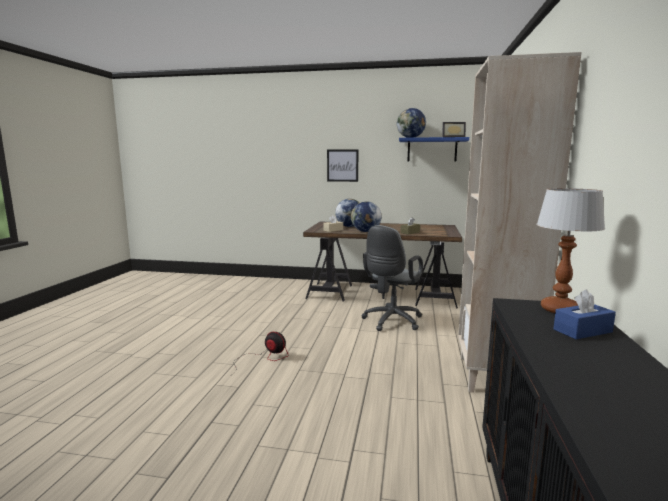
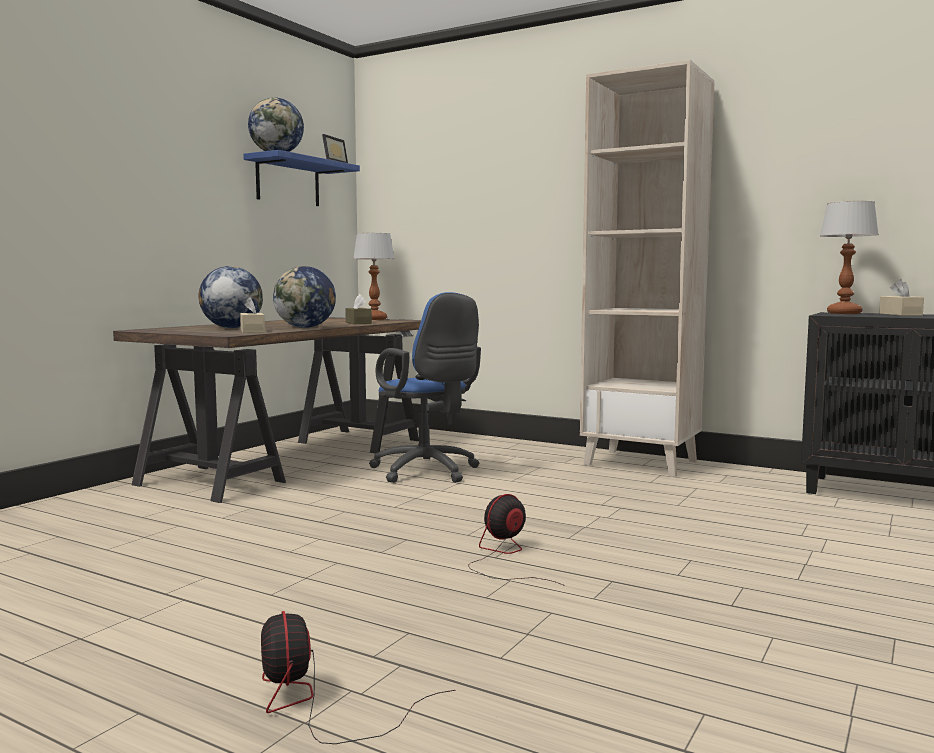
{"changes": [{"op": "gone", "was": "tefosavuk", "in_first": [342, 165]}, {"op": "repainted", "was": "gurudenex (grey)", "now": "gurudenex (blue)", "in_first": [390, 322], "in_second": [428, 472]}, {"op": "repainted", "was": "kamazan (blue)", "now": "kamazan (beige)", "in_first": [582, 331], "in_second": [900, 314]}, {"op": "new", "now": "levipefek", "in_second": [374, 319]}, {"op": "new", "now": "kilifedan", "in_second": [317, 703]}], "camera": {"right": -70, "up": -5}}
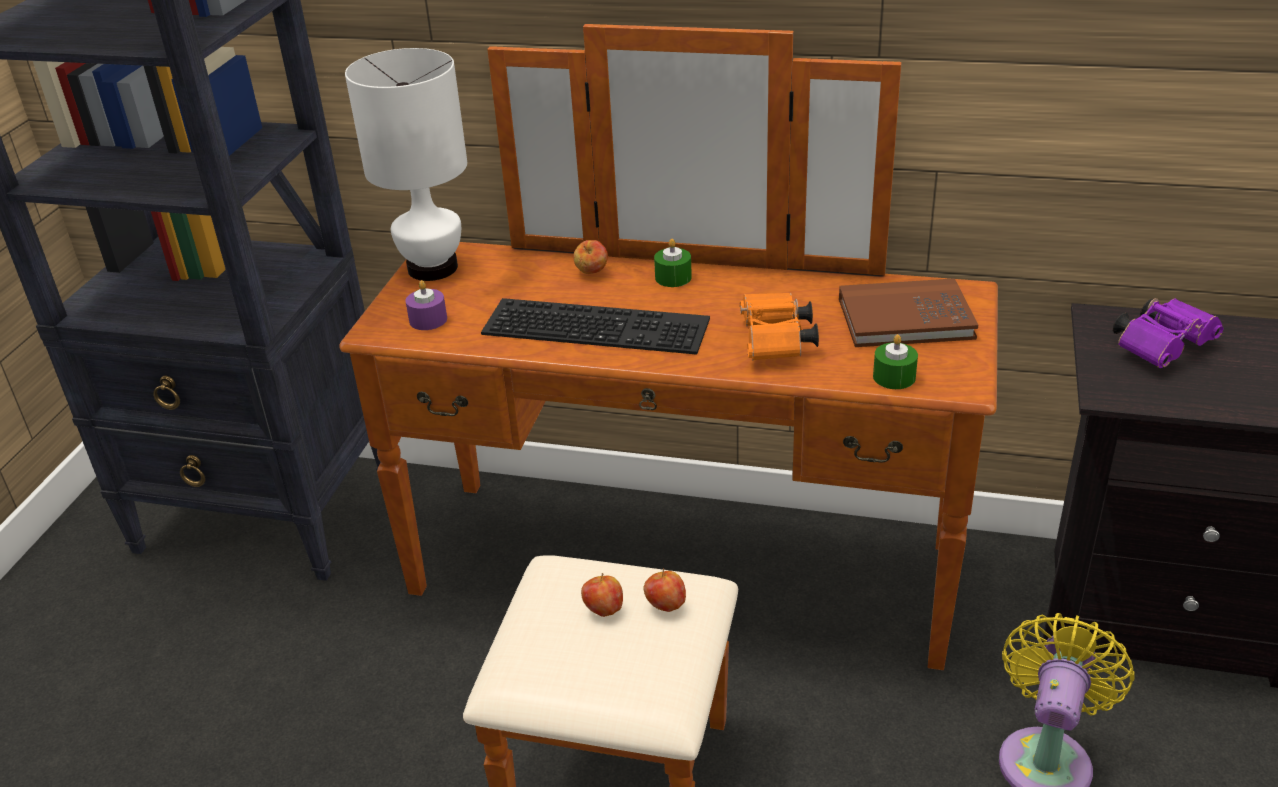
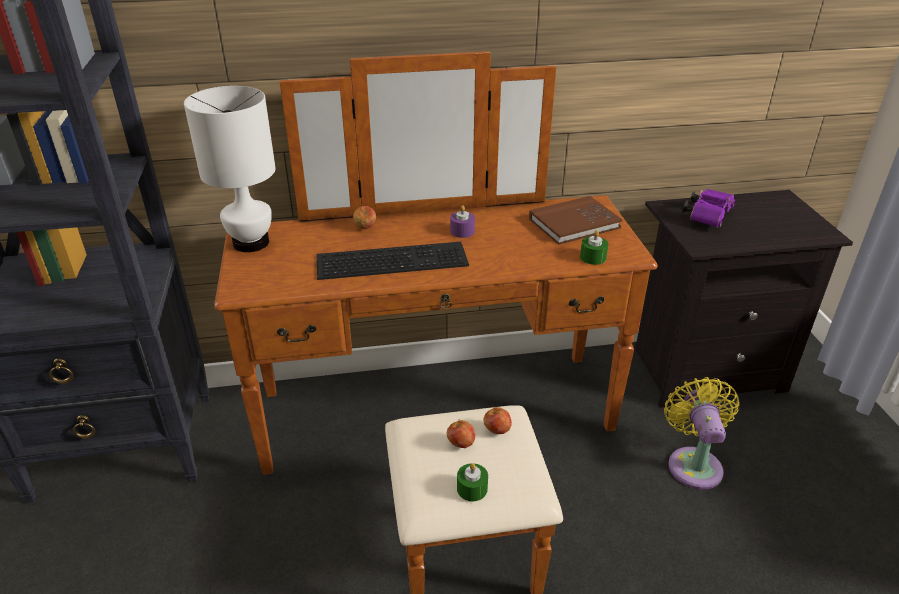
{"changes": [{"op": "shifted", "was": "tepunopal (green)", "in_first": [673, 277], "in_second": [472, 489]}, {"op": "shifted", "was": "tepunopal (purple)", "in_first": [428, 320], "in_second": [462, 231]}, {"op": "gone", "was": "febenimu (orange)", "in_first": [776, 343]}], "camera": {"right": -25, "up": 0}}
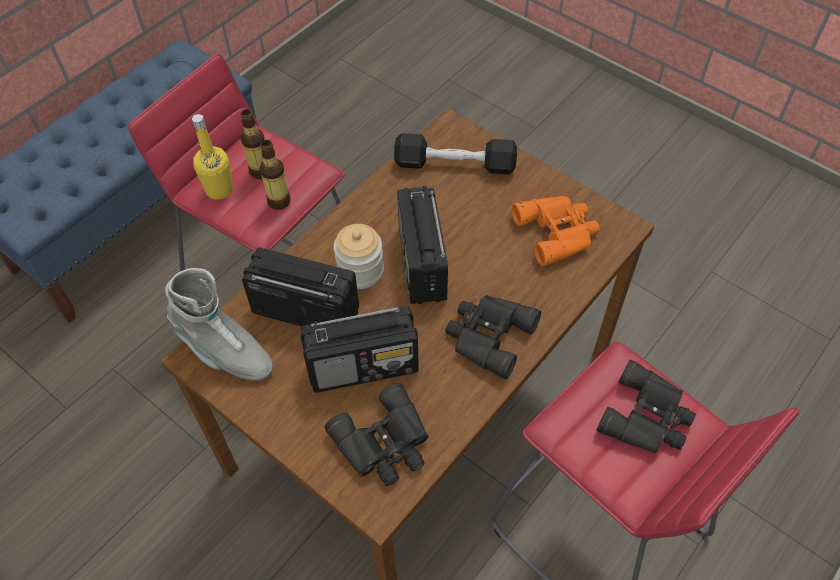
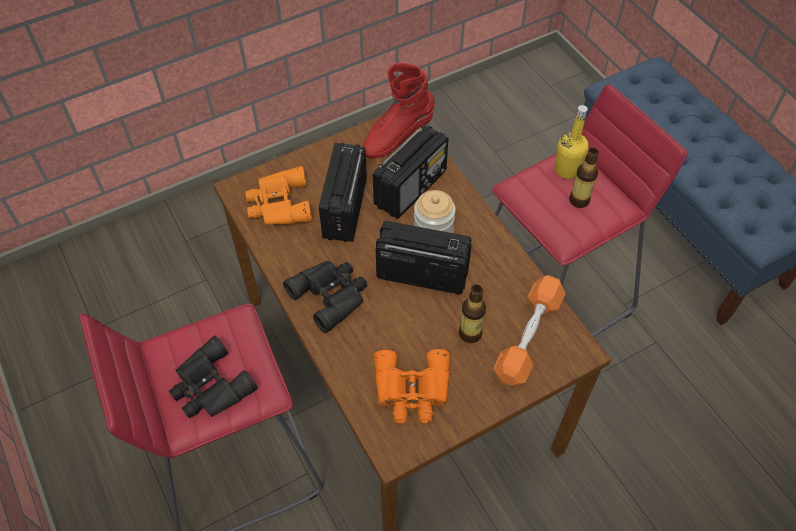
{"changes": [{"op": "repainted", "was": "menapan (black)", "now": "menapan (orange)", "in_first": [455, 164], "in_second": [528, 337]}, {"op": "shifted", "was": "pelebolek", "in_first": [279, 201], "in_second": [470, 333]}, {"op": "repainted", "was": "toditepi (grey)", "now": "toditepi (red)", "in_first": [224, 352], "in_second": [397, 137]}, {"op": "repainted", "was": "febenimu (black)", "now": "febenimu (orange)", "in_first": [385, 444], "in_second": [278, 204]}], "camera": {"right": 110, "up": 0}}
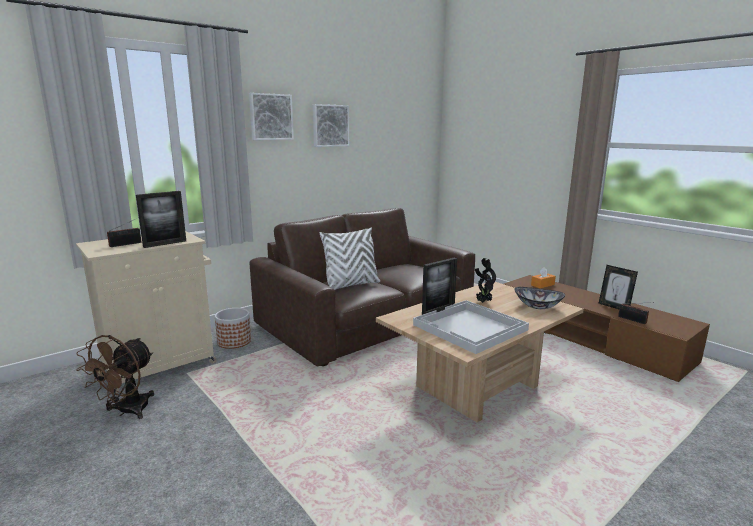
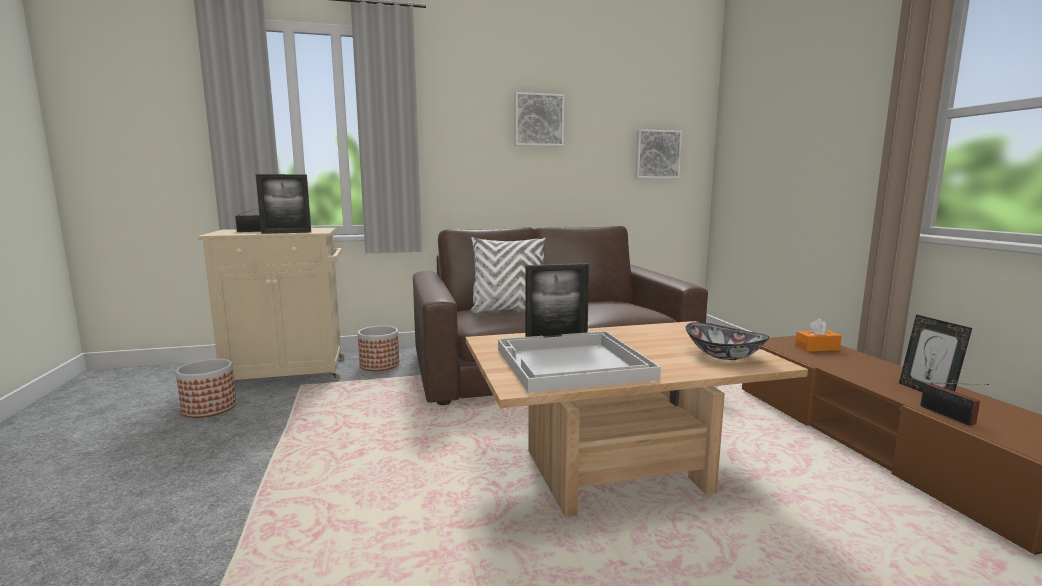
{"changes": [{"op": "shifted", "was": "tefosavuk", "in_first": [270, 117], "in_second": [657, 154]}, {"op": "gone", "was": "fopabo", "in_first": [483, 302]}, {"op": "swapped", "was": "kilifedan (brown)", "now": "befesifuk", "in_first": [127, 411], "in_second": [210, 408]}], "camera": {"right": 25, "up": -5}}
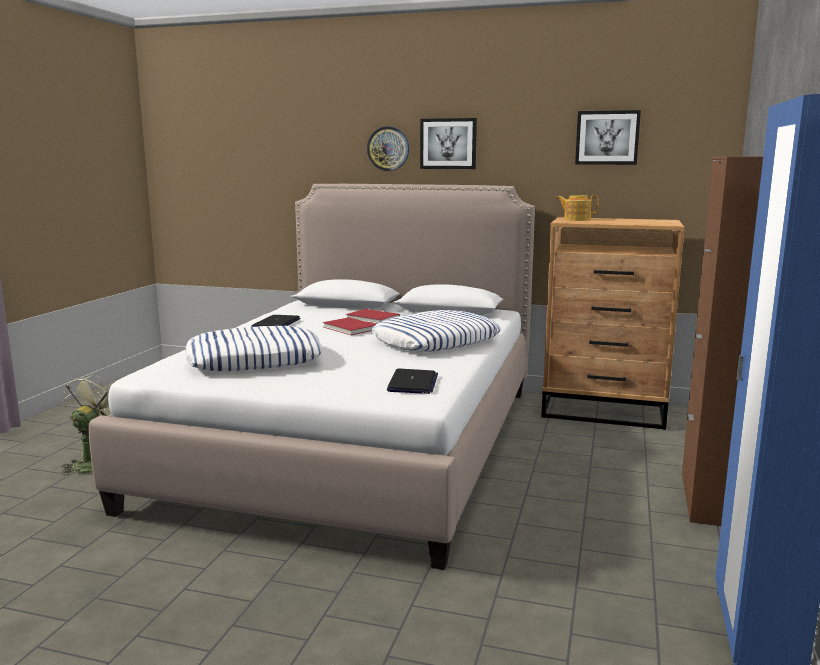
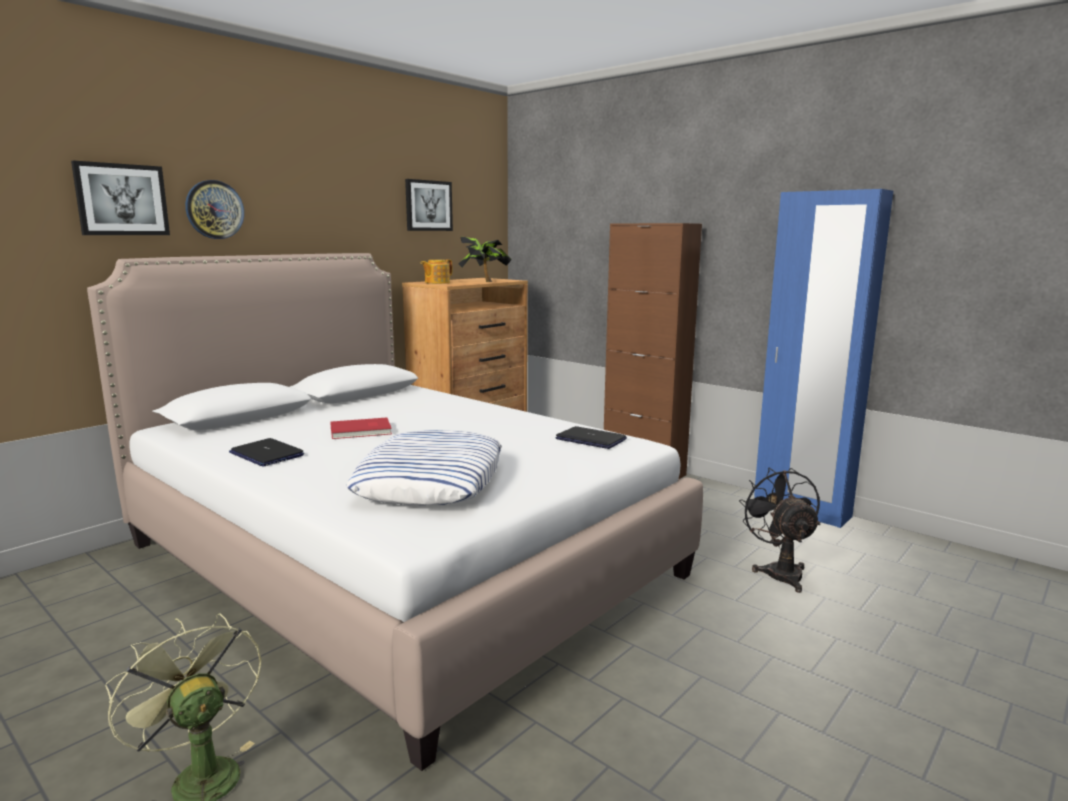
{"changes": [{"op": "shifted", "was": "tefosavuk", "in_first": [448, 143], "in_second": [121, 200]}, {"op": "gone", "was": "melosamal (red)", "in_first": [372, 319]}, {"op": "gone", "was": "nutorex", "in_first": [436, 341]}, {"op": "new", "now": "fopabo", "in_second": [484, 281]}, {"op": "new", "now": "kilifedan (black)", "in_second": [779, 571]}], "camera": {"right": -65, "up": 0}}
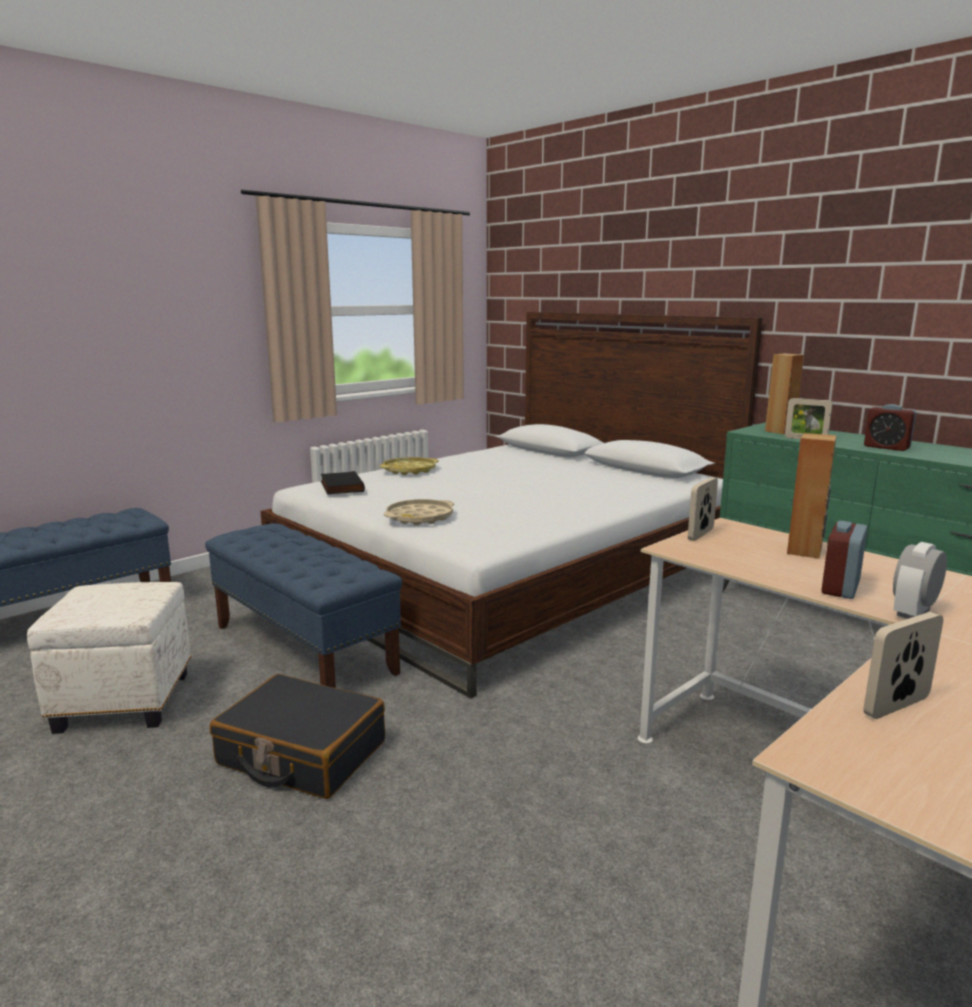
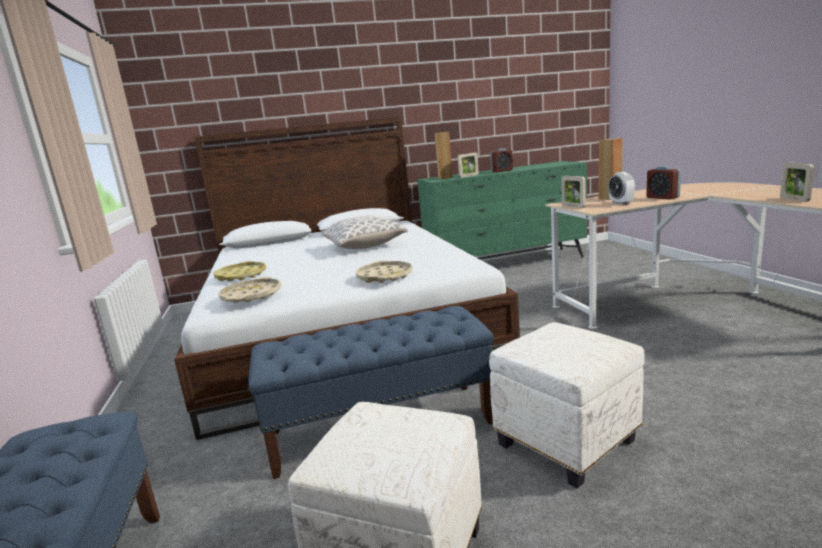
{"changes": [{"op": "swapped", "was": "melosamal (black)", "now": "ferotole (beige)", "in_first": [340, 486], "in_second": [251, 296]}, {"op": "shifted", "was": "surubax", "in_first": [913, 613], "in_second": [621, 203]}, {"op": "swapped", "was": "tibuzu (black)", "now": "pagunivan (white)", "in_first": [301, 753], "in_second": [566, 441]}, {"op": "new", "now": "nutorex", "in_second": [365, 246]}], "camera": {"right": -60, "up": 0}}
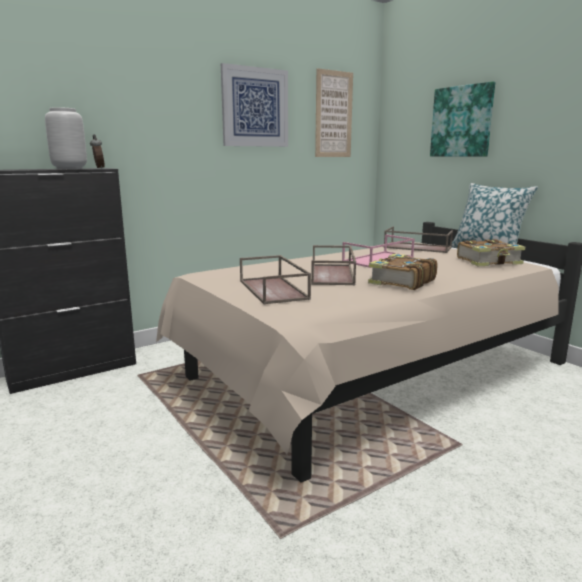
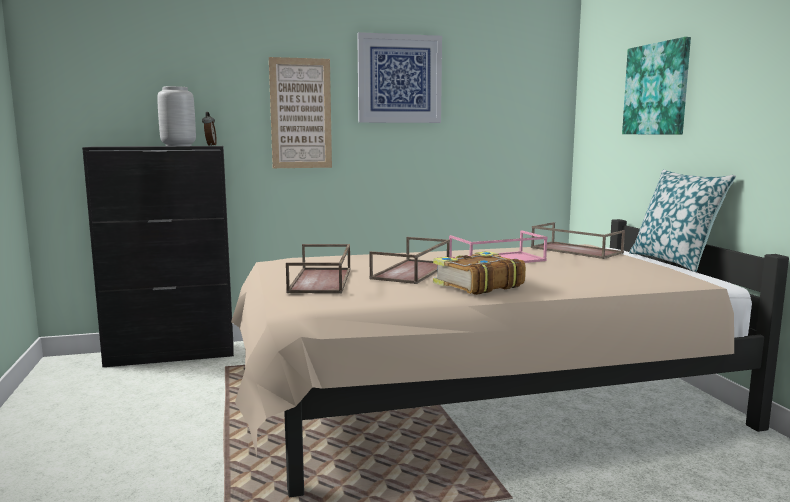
{"changes": [{"op": "shifted", "was": "tefosavuk", "in_first": [333, 114], "in_second": [301, 113]}, {"op": "gone", "was": "melosamal", "in_first": [489, 262]}], "camera": {"right": 20, "up": -5}}
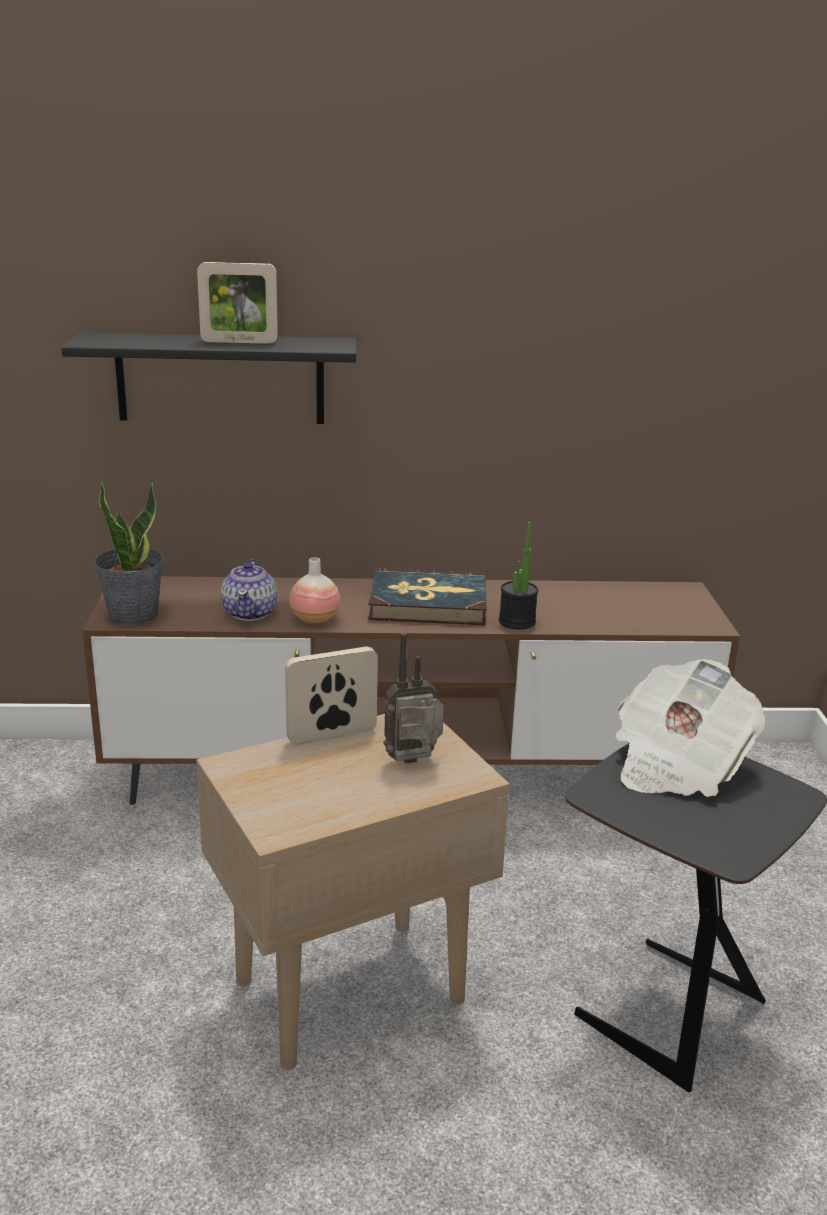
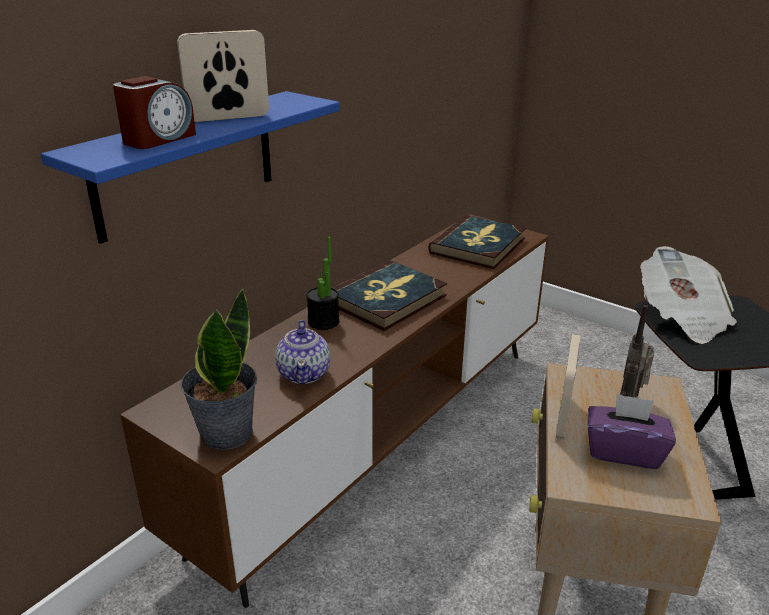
{"changes": [{"op": "rotated", "was": "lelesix", "in_first": [239, 342], "in_second": [229, 117], "clockwise": -150}, {"op": "repainted", "was": "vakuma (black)", "now": "vakuma (blue)", "in_first": [220, 378], "in_second": [187, 164]}, {"op": "shifted", "was": "fopabo", "in_first": [517, 622], "in_second": [323, 322]}, {"op": "gone", "was": "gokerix", "in_first": [315, 619]}, {"op": "rotated", "was": "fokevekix", "in_first": [250, 613], "in_second": [304, 373], "clockwise": 45}, {"op": "new", "now": "surubax", "in_second": [158, 139]}, {"op": "new", "now": "melosamal", "in_second": [478, 246]}, {"op": "new", "now": "kamazan (purple)", "in_second": [623, 451]}], "camera": {"right": -50, "up": 5}}
